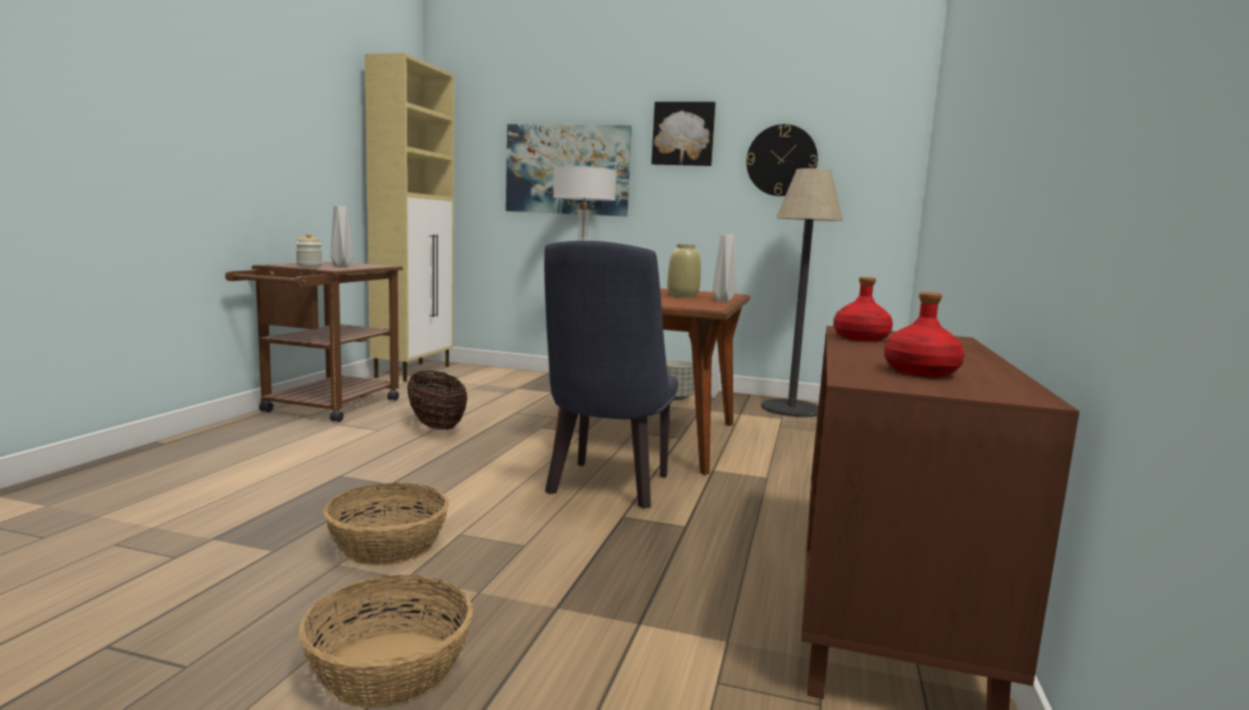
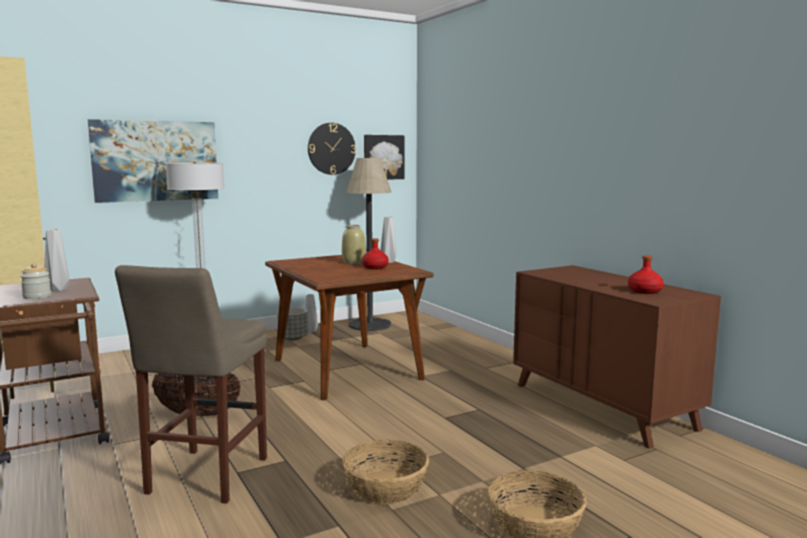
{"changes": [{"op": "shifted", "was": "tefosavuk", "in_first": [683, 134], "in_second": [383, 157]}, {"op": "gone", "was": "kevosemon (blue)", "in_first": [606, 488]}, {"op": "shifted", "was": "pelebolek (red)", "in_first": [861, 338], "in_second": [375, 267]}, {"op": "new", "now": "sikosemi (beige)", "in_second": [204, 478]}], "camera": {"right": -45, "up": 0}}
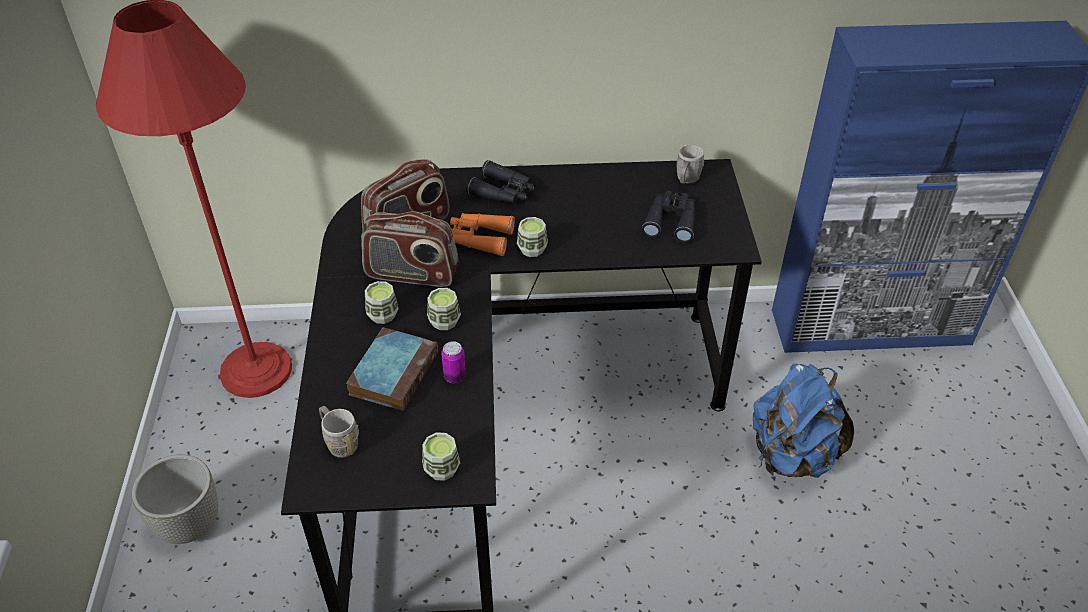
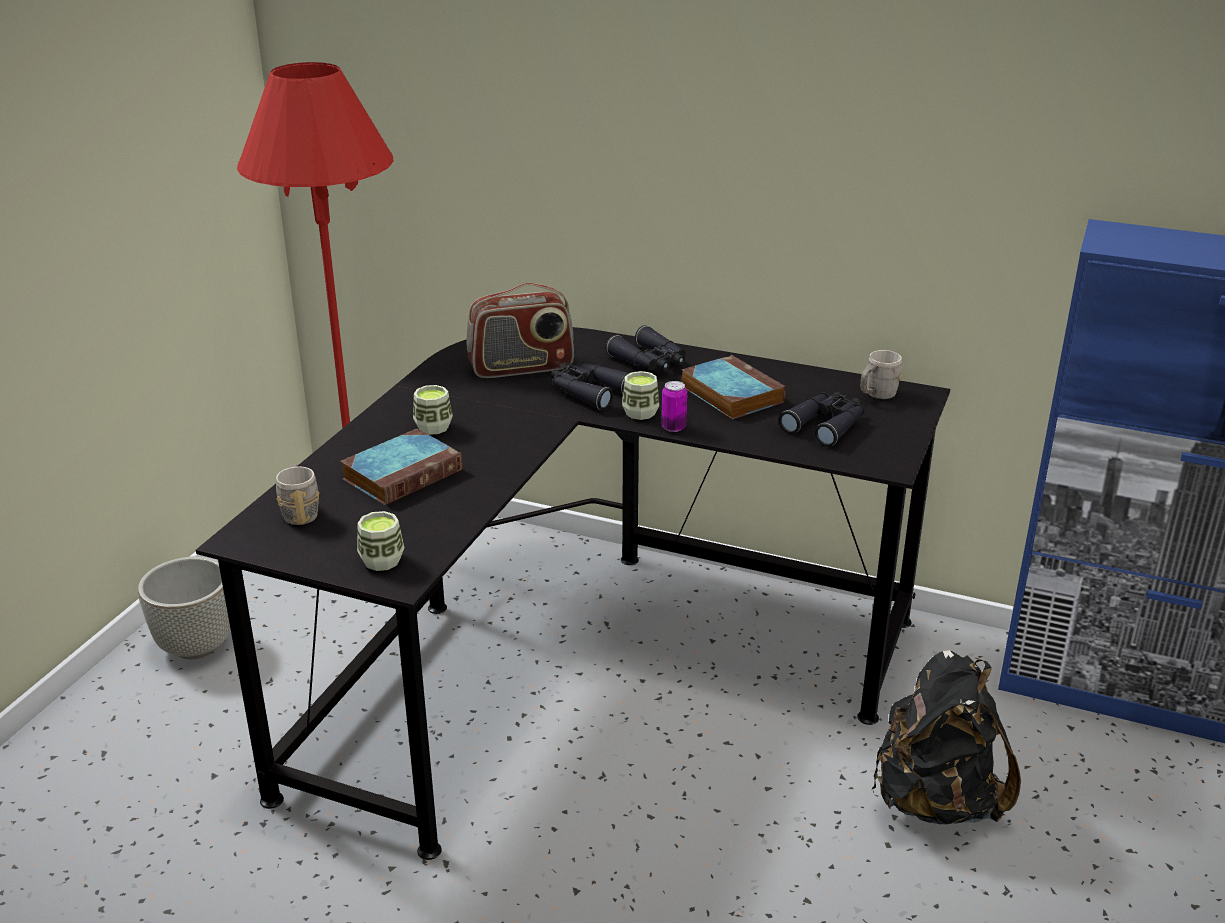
{"changes": [{"op": "gone", "was": "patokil", "in_first": [411, 274]}, {"op": "repainted", "was": "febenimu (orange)", "now": "febenimu (black)", "in_first": [479, 238], "in_second": [589, 392]}, {"op": "gone", "was": "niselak", "in_first": [444, 321]}, {"op": "shifted", "was": "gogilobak", "in_first": [455, 376], "in_second": [673, 427]}, {"op": "repainted", "was": "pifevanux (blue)", "now": "pifevanux (black)", "in_first": [791, 455], "in_second": [935, 800]}, {"op": "new", "now": "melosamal", "in_second": [729, 393]}], "camera": {"right": 25, "up": -15}}
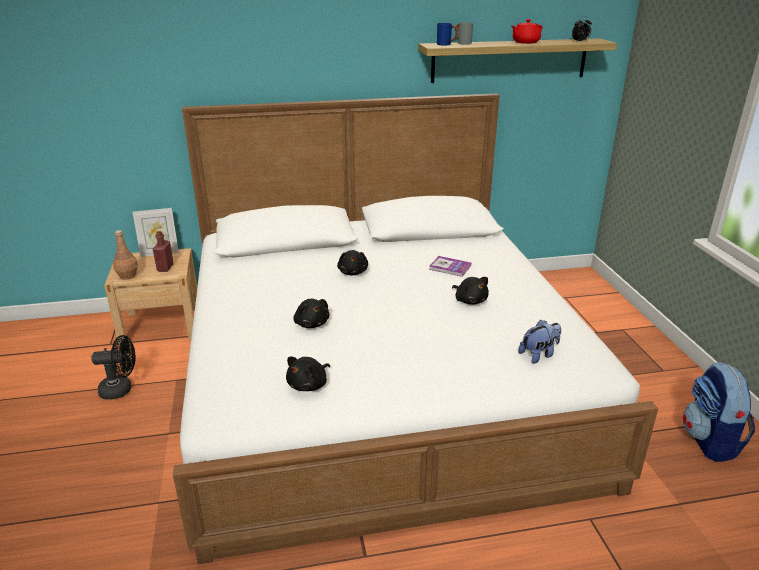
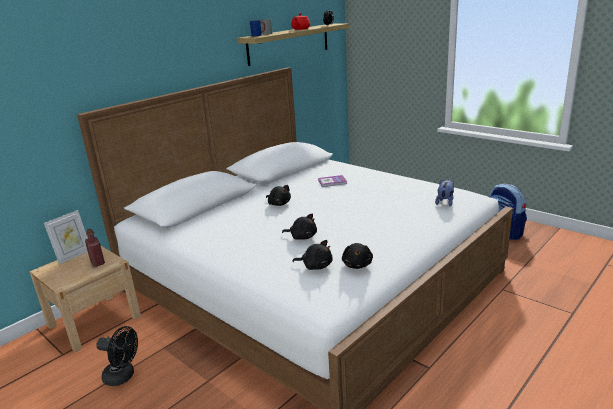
{"changes": [{"op": "gone", "was": "pelebolek (brown)", "in_first": [127, 275]}, {"op": "shifted", "was": "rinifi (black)", "in_first": [470, 300], "in_second": [316, 266]}, {"op": "rotated", "was": "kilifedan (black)", "in_first": [121, 389], "in_second": [123, 376], "clockwise": 60}], "camera": {"right": -35, "up": -5}}
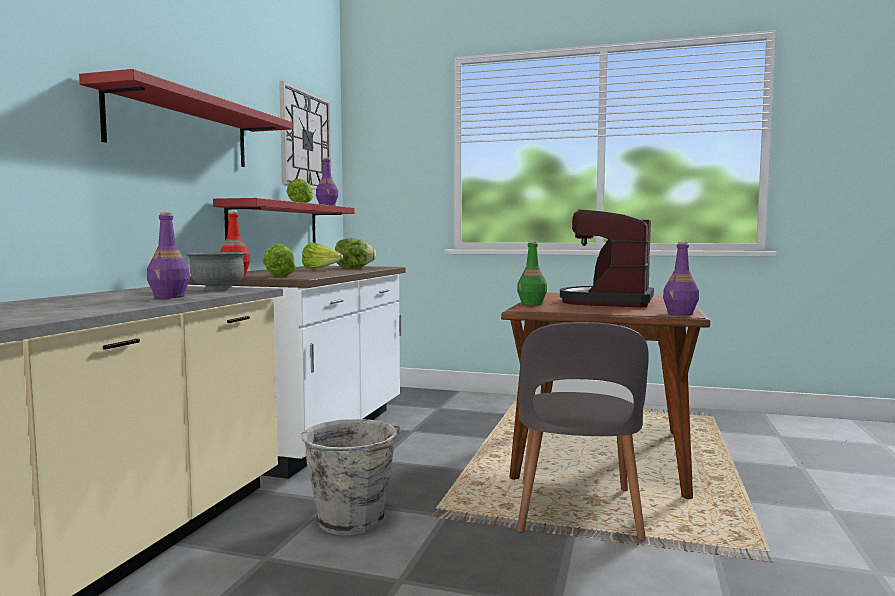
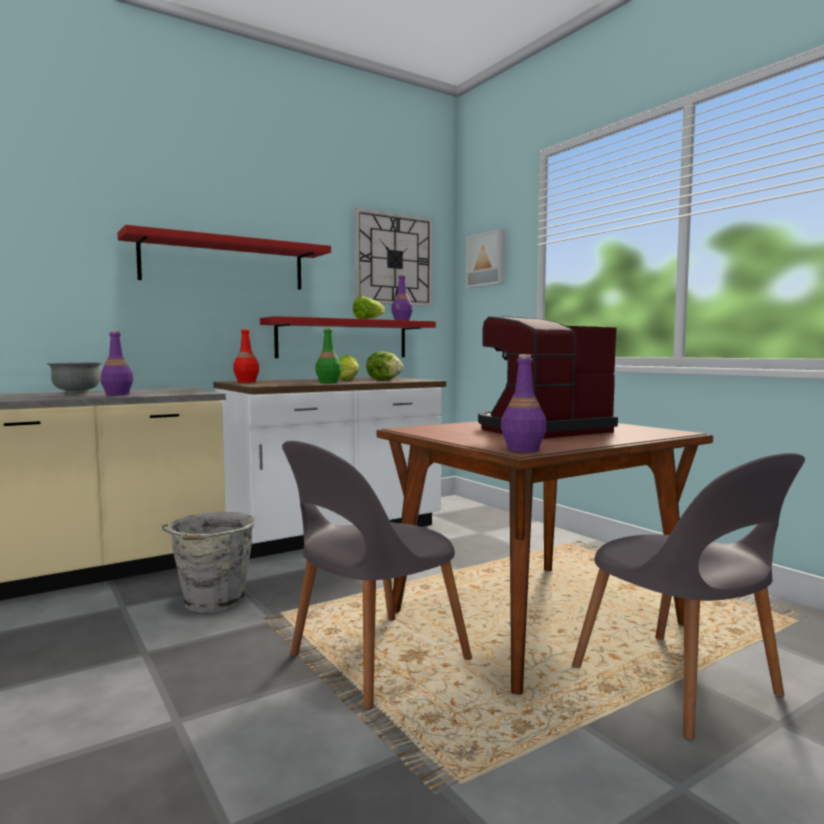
{"changes": [{"op": "shifted", "was": "pelebolek (green)", "in_first": [532, 304], "in_second": [328, 382]}, {"op": "gone", "was": "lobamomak", "in_first": [277, 276]}, {"op": "shifted", "was": "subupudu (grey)", "in_first": [217, 289], "in_second": [76, 393]}, {"op": "new", "now": "tefosavuk", "in_second": [487, 259]}, {"op": "new", "now": "kevosemon (grey)", "in_second": [680, 685]}], "camera": {"right": 40, "up": 0}}
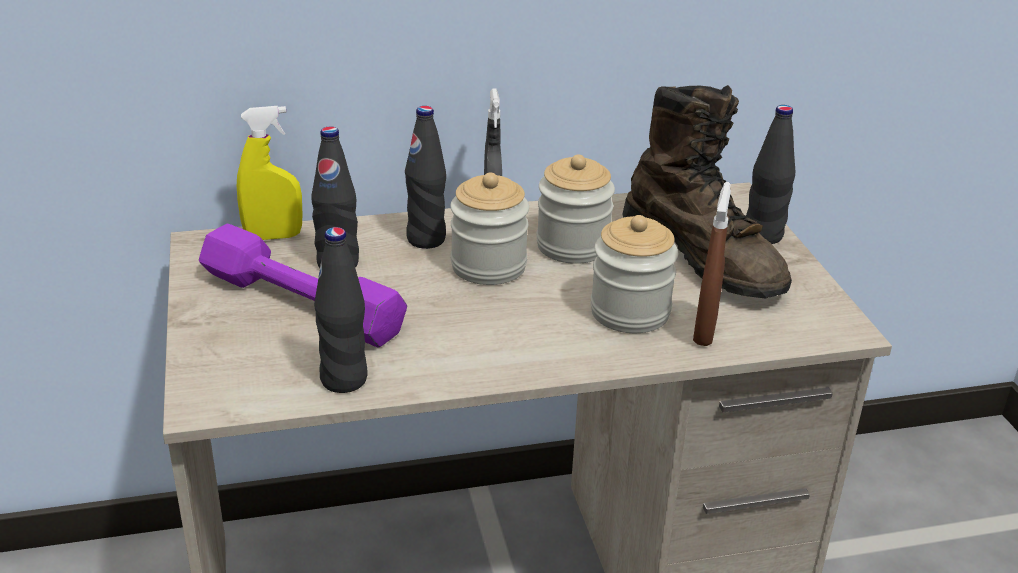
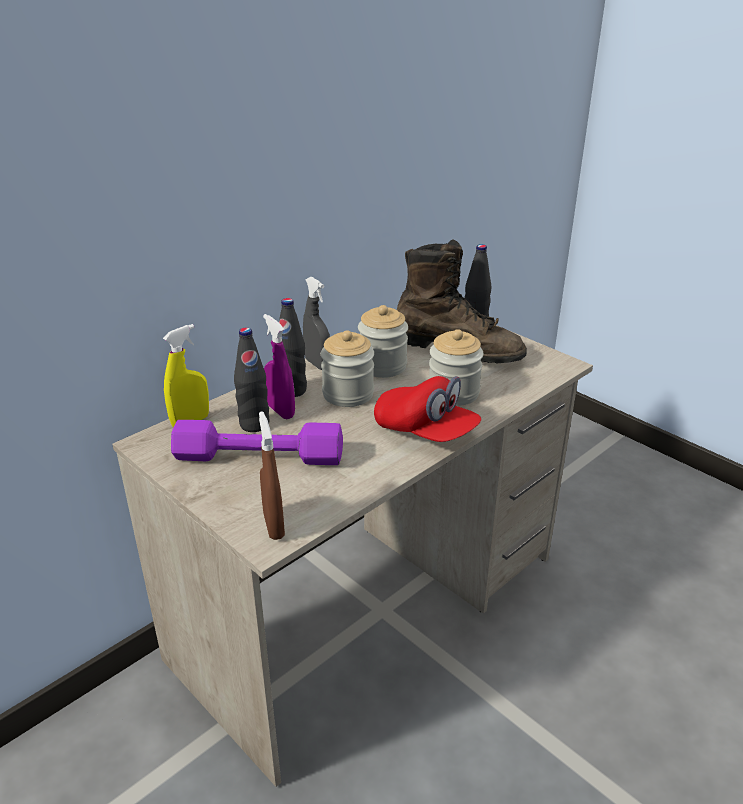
{"changes": [{"op": "shifted", "was": "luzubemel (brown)", "in_first": [704, 331], "in_second": [274, 525]}, {"op": "gone", "was": "pelebolek (black)", "in_first": [344, 379]}, {"op": "new", "now": "luzubemel (purple)", "in_second": [280, 411]}, {"op": "new", "now": "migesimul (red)", "in_second": [425, 431]}], "camera": {"right": -30, "up": 0}}
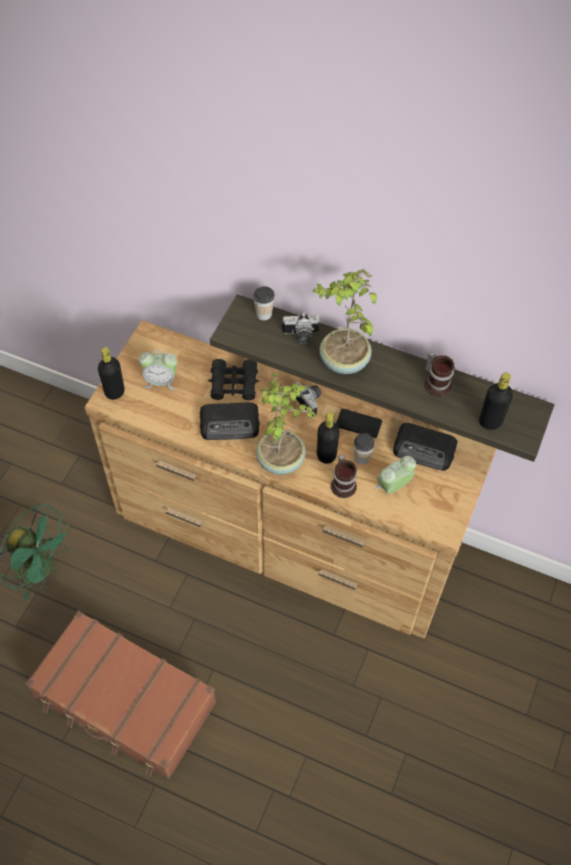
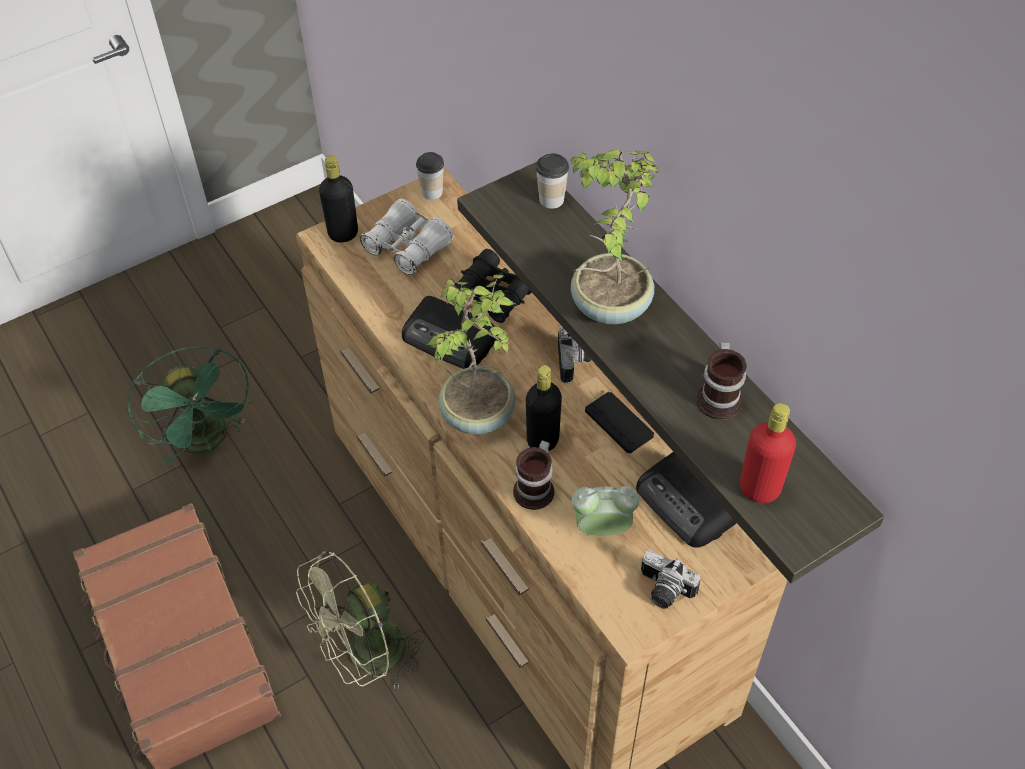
{"changes": [{"op": "shifted", "was": "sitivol", "in_first": [300, 336], "in_second": [663, 591]}, {"op": "swapped", "was": "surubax", "now": "febenimu (white)", "in_first": [161, 381], "in_second": [407, 247]}, {"op": "repainted", "was": "pelebolek (black)", "now": "pelebolek (red)", "in_first": [490, 421], "in_second": [759, 489]}, {"op": "shifted", "was": "niselak", "in_first": [362, 457], "in_second": [432, 192]}, {"op": "new", "now": "kilifedan (green)", "in_second": [365, 657]}], "camera": {"right": 35, "up": -5}}
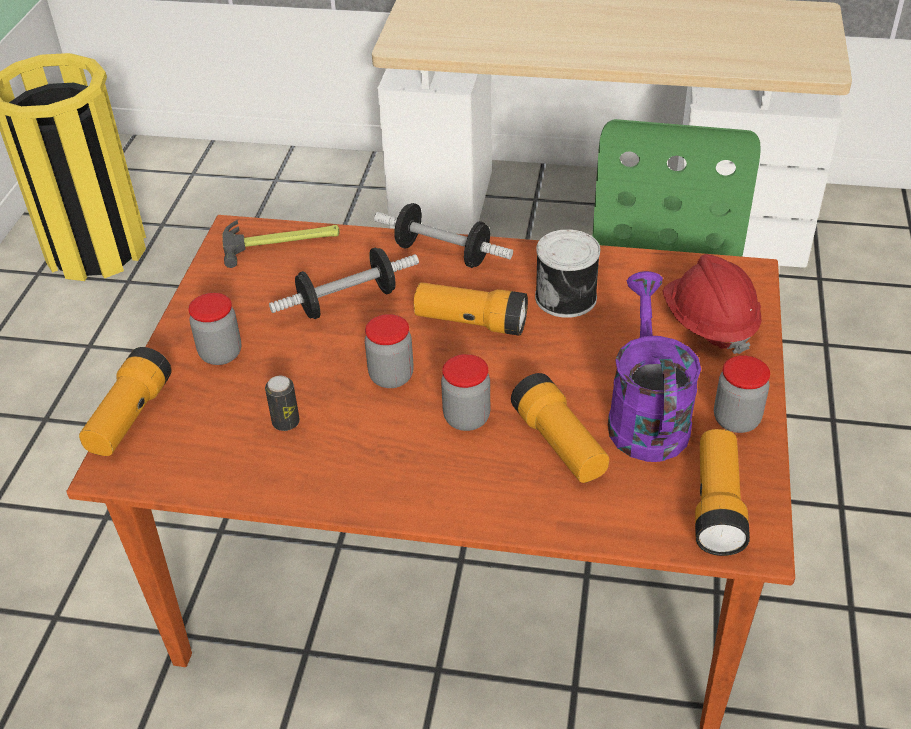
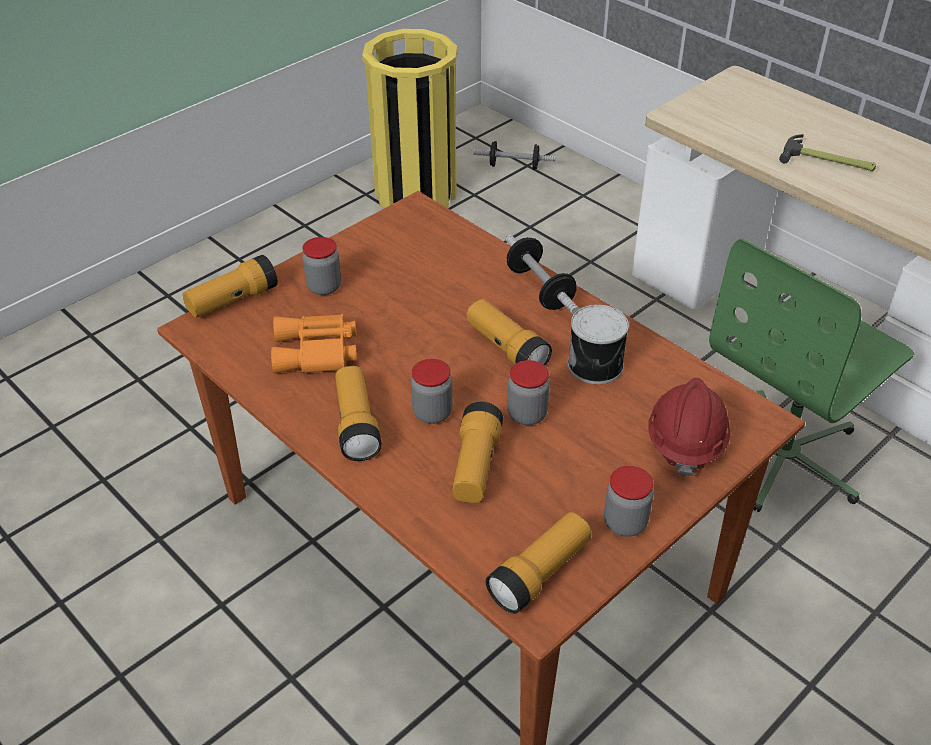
{"changes": [{"op": "shifted", "was": "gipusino", "in_first": [282, 242], "in_second": [828, 161]}, {"op": "shifted", "was": "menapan", "in_first": [347, 301], "in_second": [514, 166]}, {"op": "gone", "was": "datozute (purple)", "in_first": [645, 416]}, {"op": "shifted", "was": "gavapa", "in_first": [391, 376], "in_second": [527, 414]}, {"op": "swapped", "was": "gogilobak", "now": "febenimu (orange)", "in_first": [286, 422], "in_second": [317, 353]}, {"op": "new", "now": "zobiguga", "in_second": [356, 425]}], "camera": {"right": 35, "up": 0}}
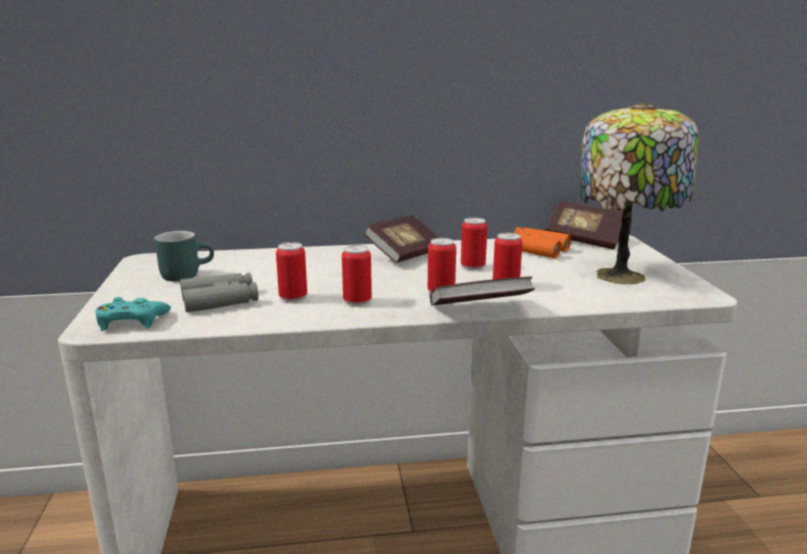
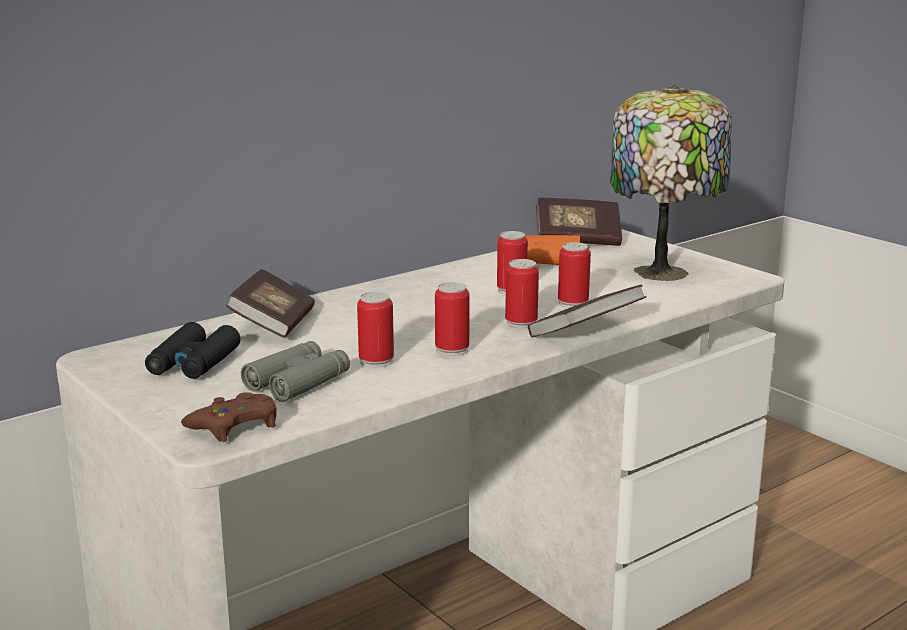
{"changes": [{"op": "shifted", "was": "melosamal", "in_first": [405, 254], "in_second": [273, 325]}, {"op": "swapped", "was": "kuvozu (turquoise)", "now": "febenimu (black)", "in_first": [186, 274], "in_second": [193, 363]}, {"op": "repainted", "was": "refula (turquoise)", "now": "refula (brown)", "in_first": [131, 321], "in_second": [235, 425]}], "camera": {"right": -30, "up": 0}}
